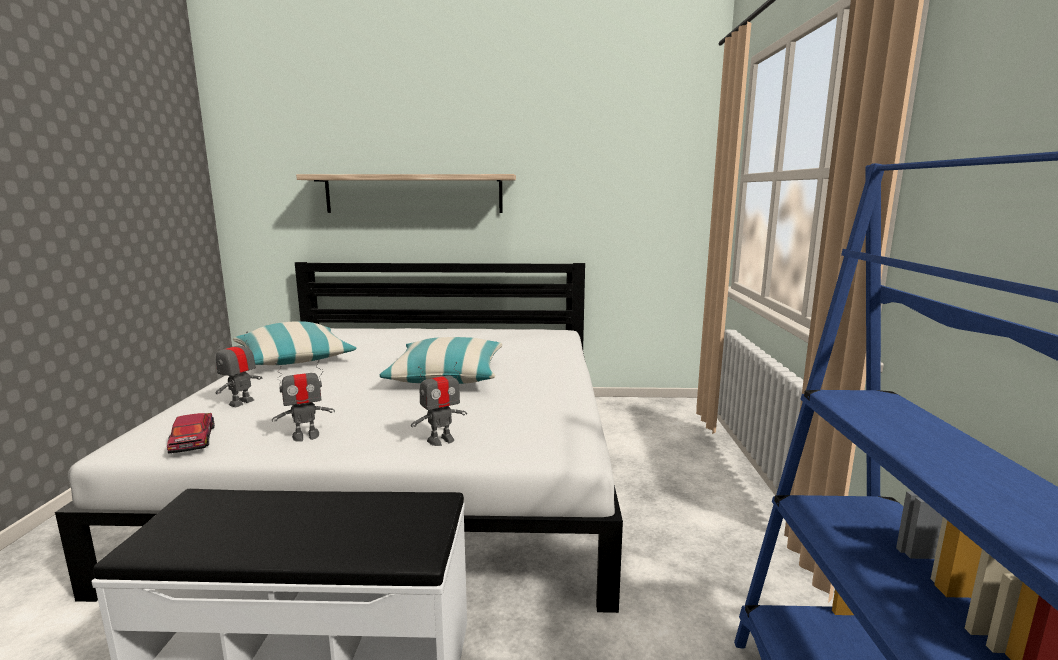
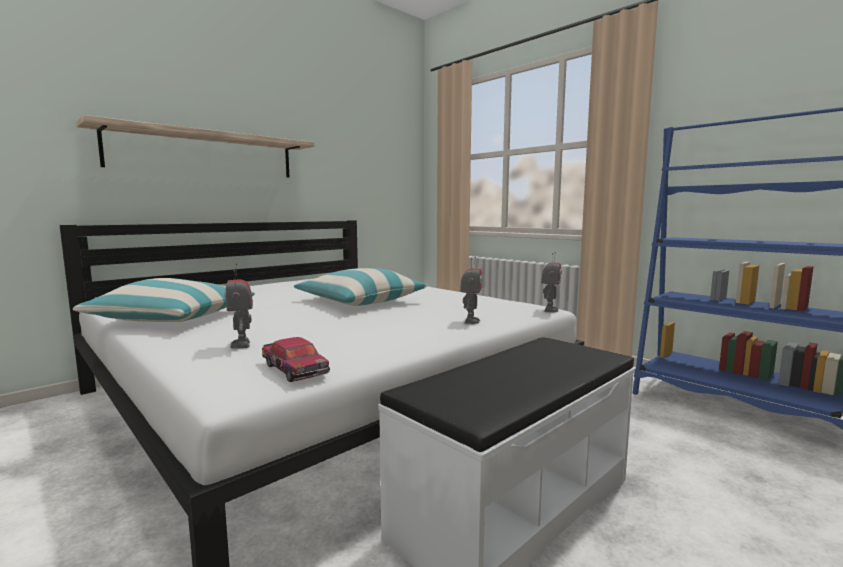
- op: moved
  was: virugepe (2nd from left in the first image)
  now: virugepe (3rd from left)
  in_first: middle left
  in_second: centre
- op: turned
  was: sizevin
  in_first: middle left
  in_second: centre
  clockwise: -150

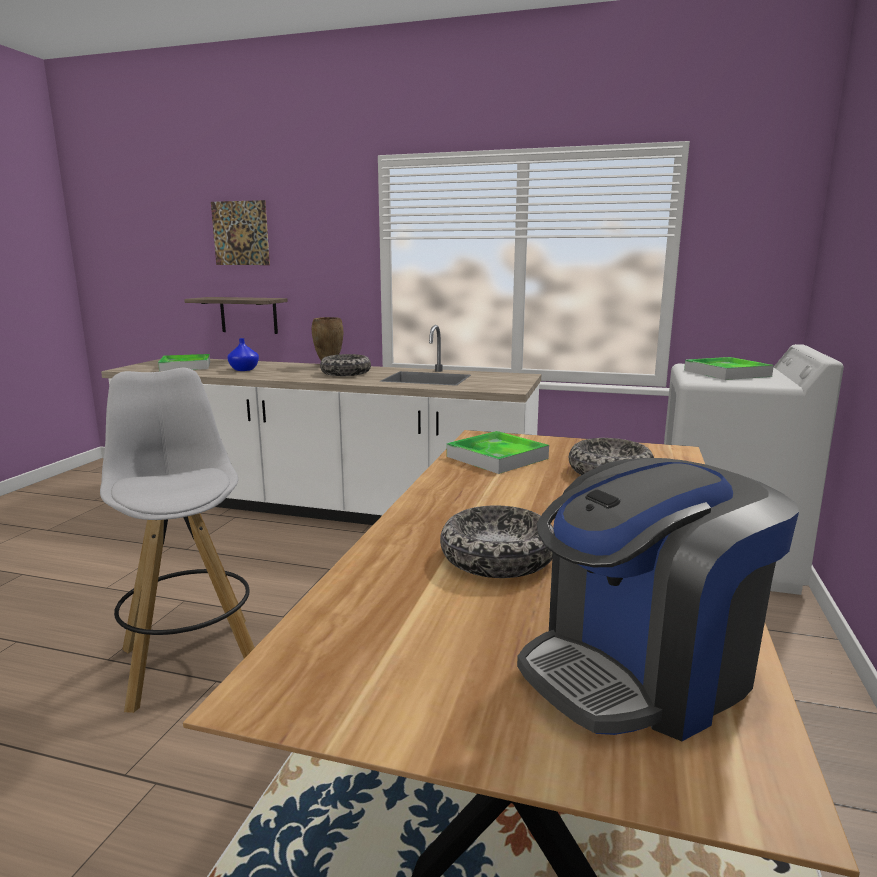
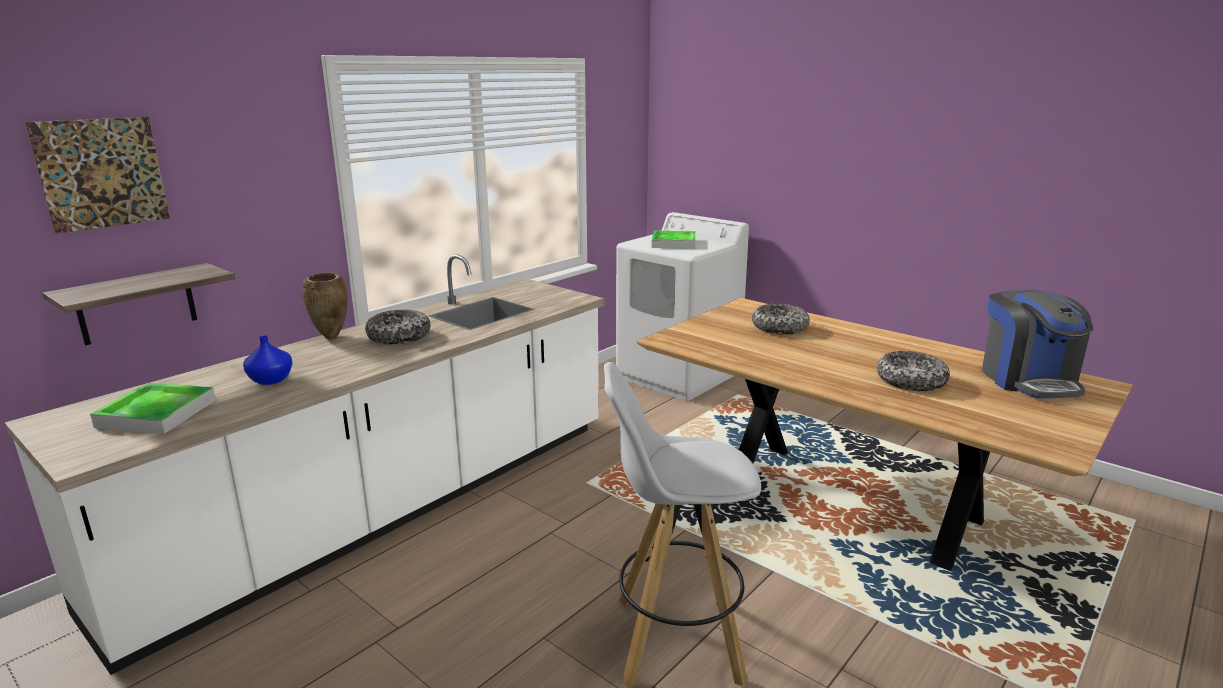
- op: removed
  was: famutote (2nd from left)
  in_first: centre

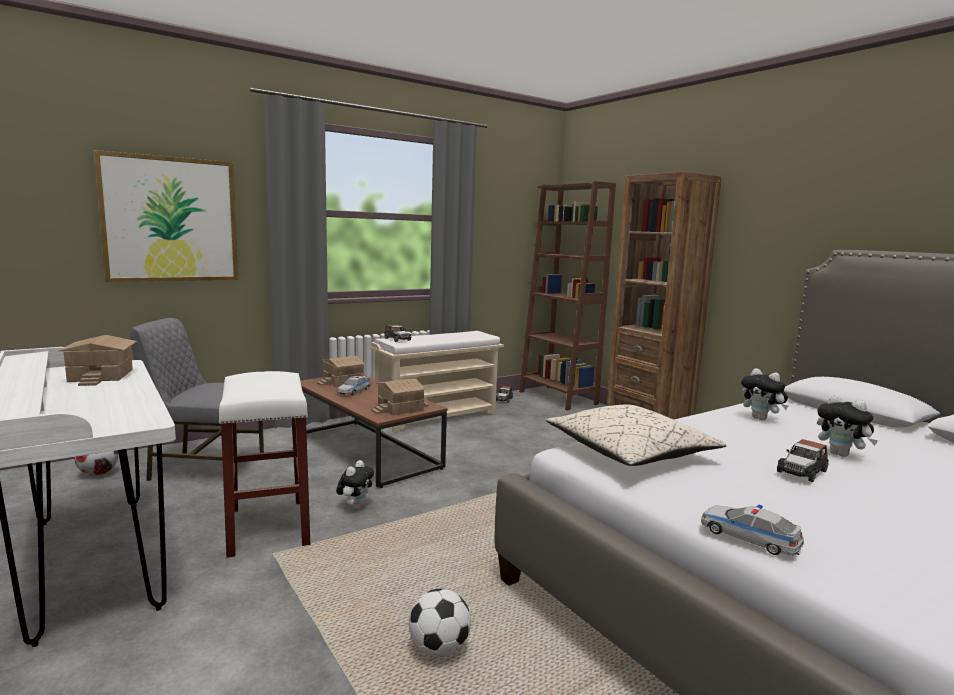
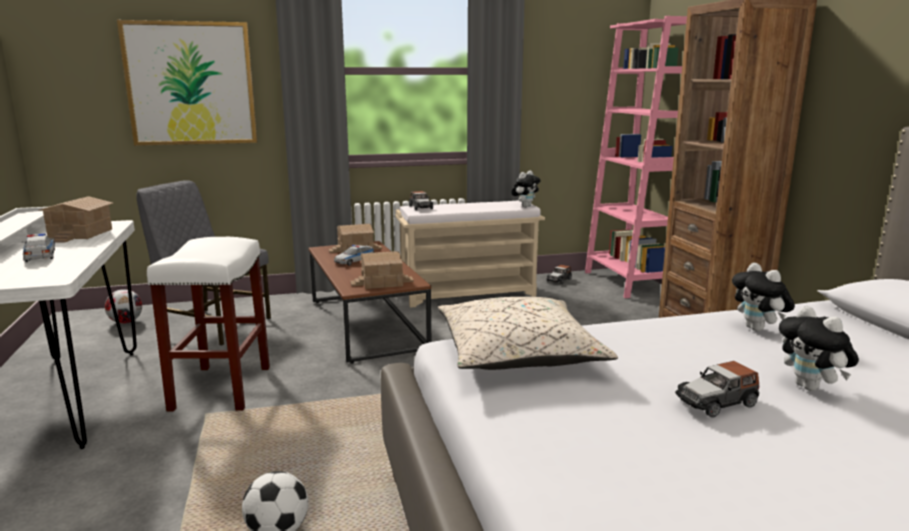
- op: moved
  was: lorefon (1st from left)
  in_first: bottom centre
  in_second: centre
- op: moved
  was: sizevin (4th from left in the first image)
  now: sizevin (1st from left)
  in_first: bottom right
  in_second: middle left
- op: recoloured
  was: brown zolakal (1st from left)
  now: pink zolakal
  in_first: centre
  in_second: top right

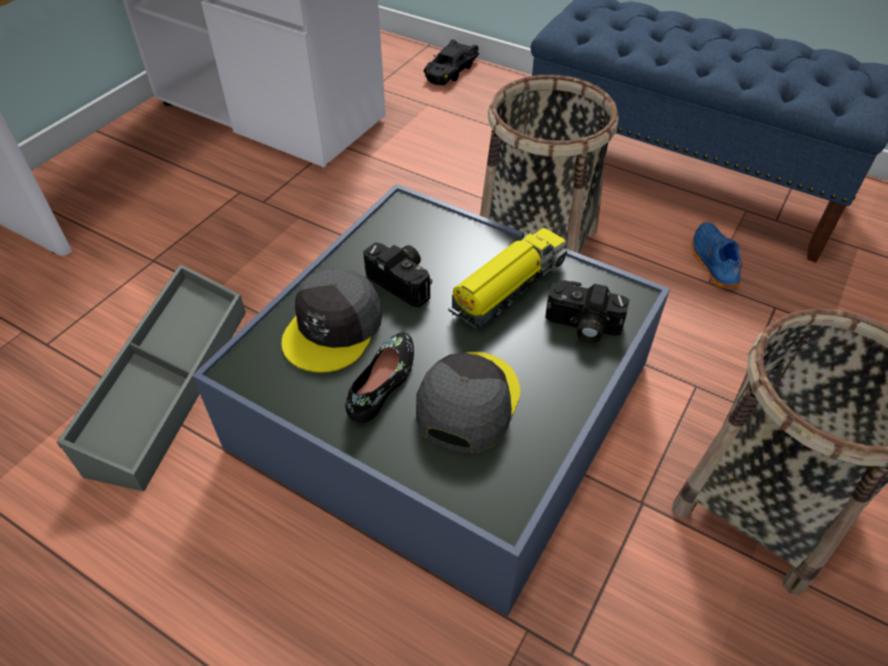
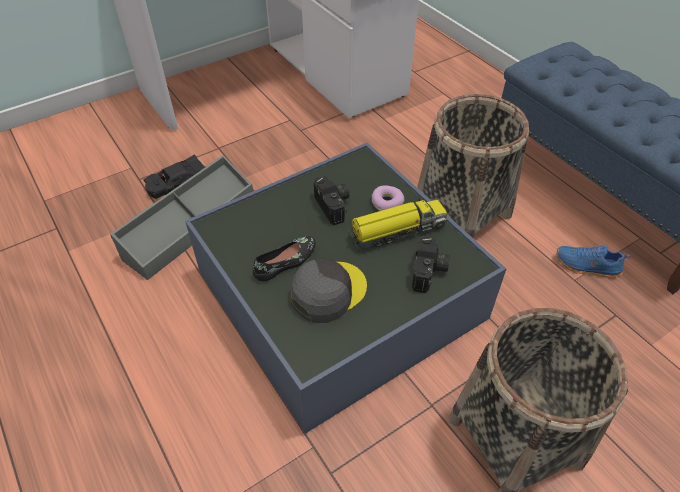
- op: removed
  was: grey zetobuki (1st from left)
  in_first: centre
- op: added
  now: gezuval
  in_second: centre
- op: moved
  was: black sizevin
  in_first: top centre
  in_second: middle left
- op: turned
  was: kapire (2nd from left)
  in_first: centre
  in_second: centre
  clockwise: -120
- op: turned
  was: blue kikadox
  in_first: middle right
  in_second: middle right
  clockwise: -90

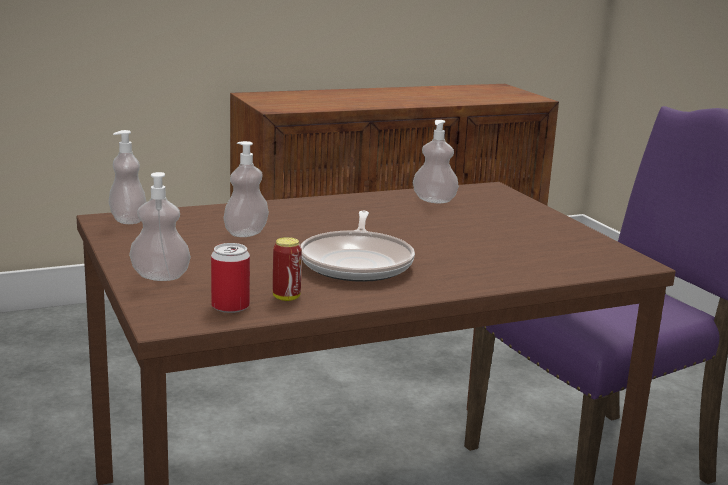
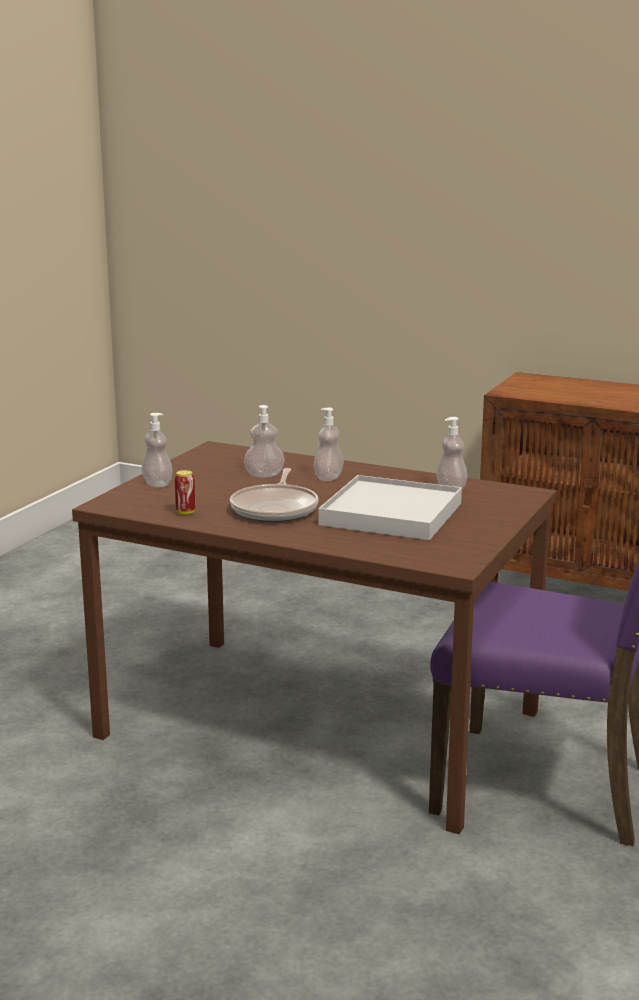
- op: removed
  was: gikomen (1st from left)
  in_first: middle left
- op: added
  now: white famutote
  in_second: centre
- op: moved
  was: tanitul (1st from left in the first image)
  now: tanitul (3rd from left)
  in_first: middle left
  in_second: centre
- op: turned
  was: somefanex
  in_first: centre
  in_second: centre
  clockwise: -45

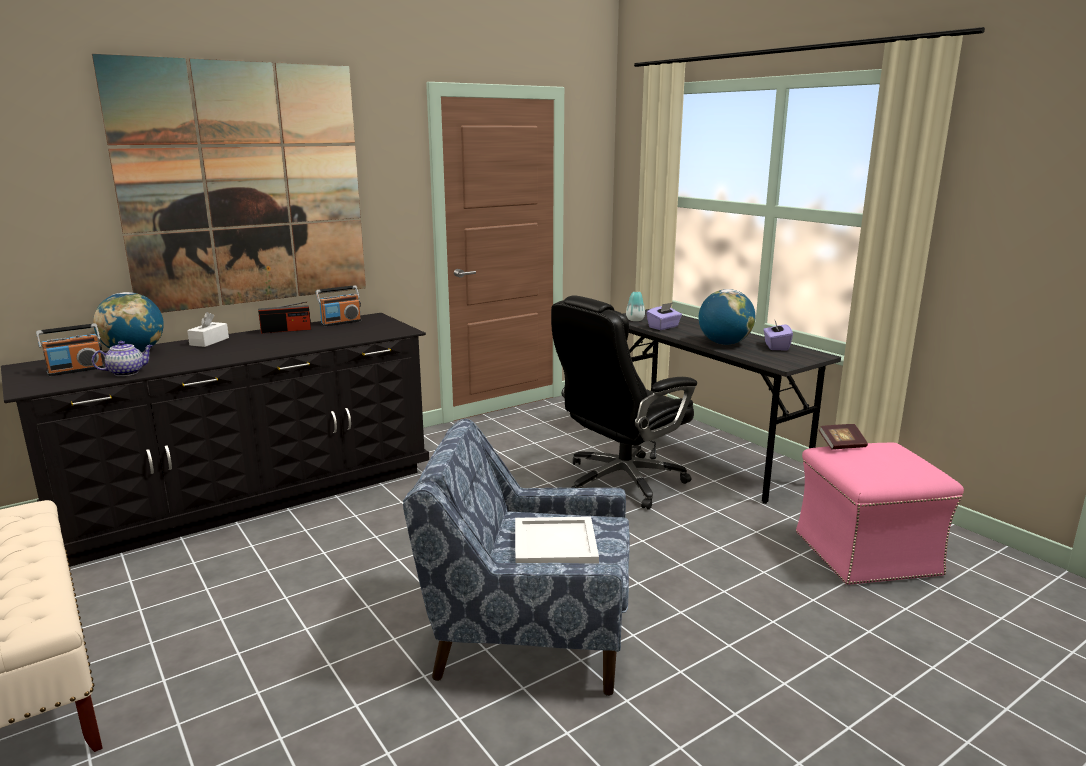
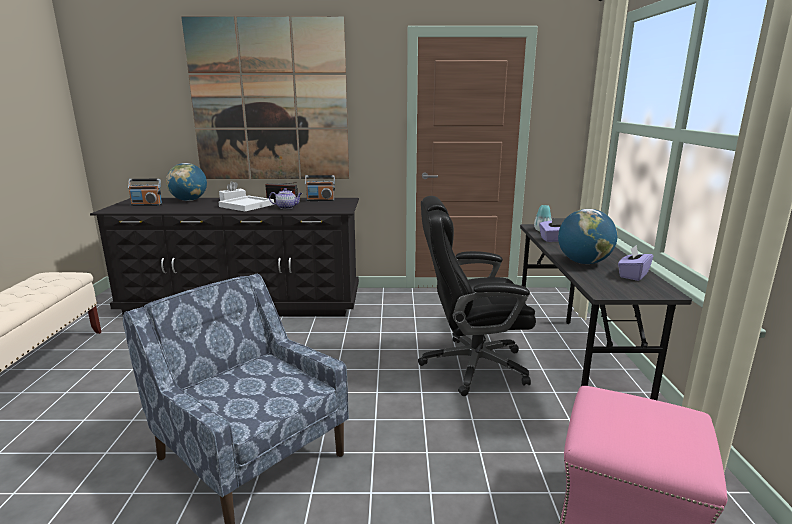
- op: removed
  was: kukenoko
  in_first: middle right
- op: moved
  was: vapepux
  in_first: middle left
  in_second: centre
- op: moved
  was: white famutote
  in_first: bottom centre
  in_second: middle left

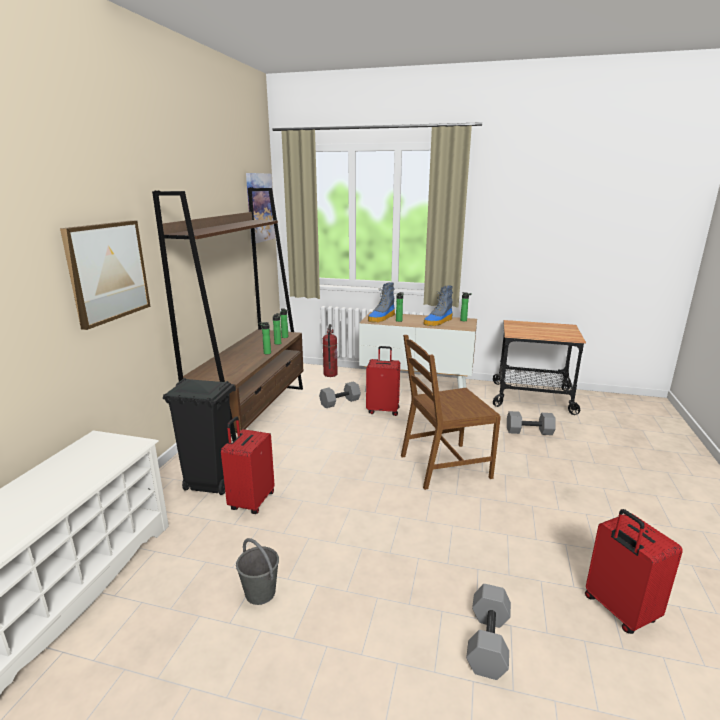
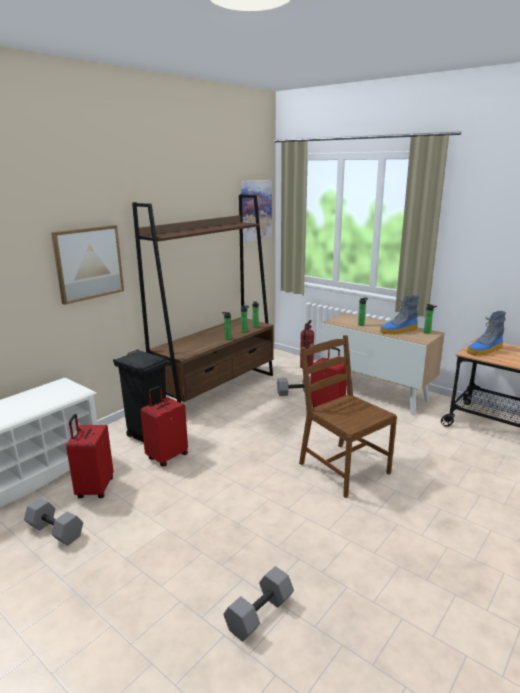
- op: removed
  was: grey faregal
  in_first: bottom centre
- op: moved
  was: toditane (1st from left in the first image)
  now: toditane (2nd from left)
  in_first: centre
  in_second: middle right
- op: moved
  was: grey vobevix (3rd from left in the first image)
  now: grey vobevix (1st from left)
  in_first: middle right
  in_second: bottom left
- op: moved
  was: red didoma (3rd from left in the first image)
  now: red didoma (1st from left)
  in_first: bottom right
  in_second: middle left
- op: turned
  was: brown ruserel
  in_first: centre
  in_second: middle right
  clockwise: 45

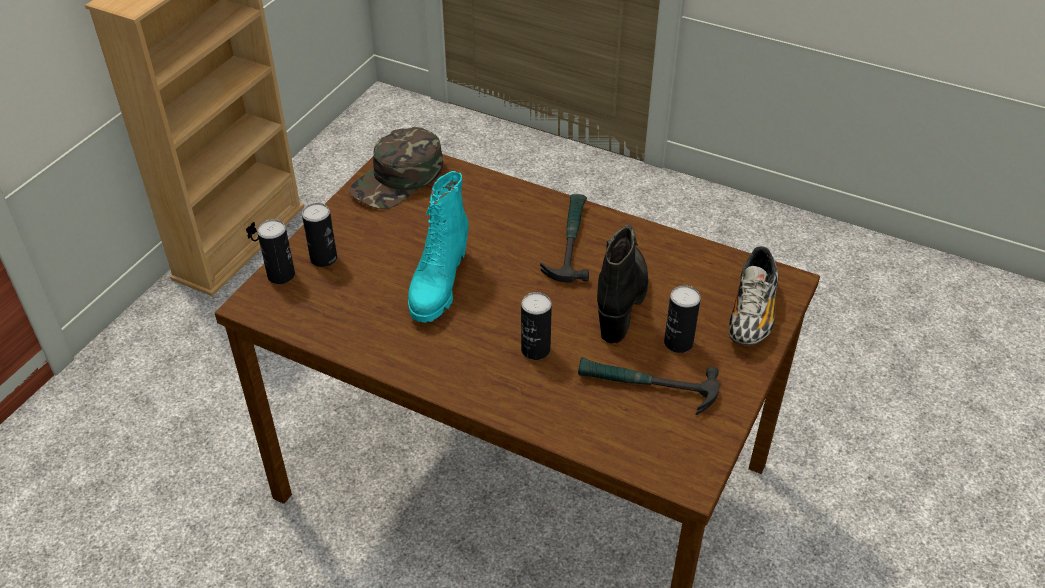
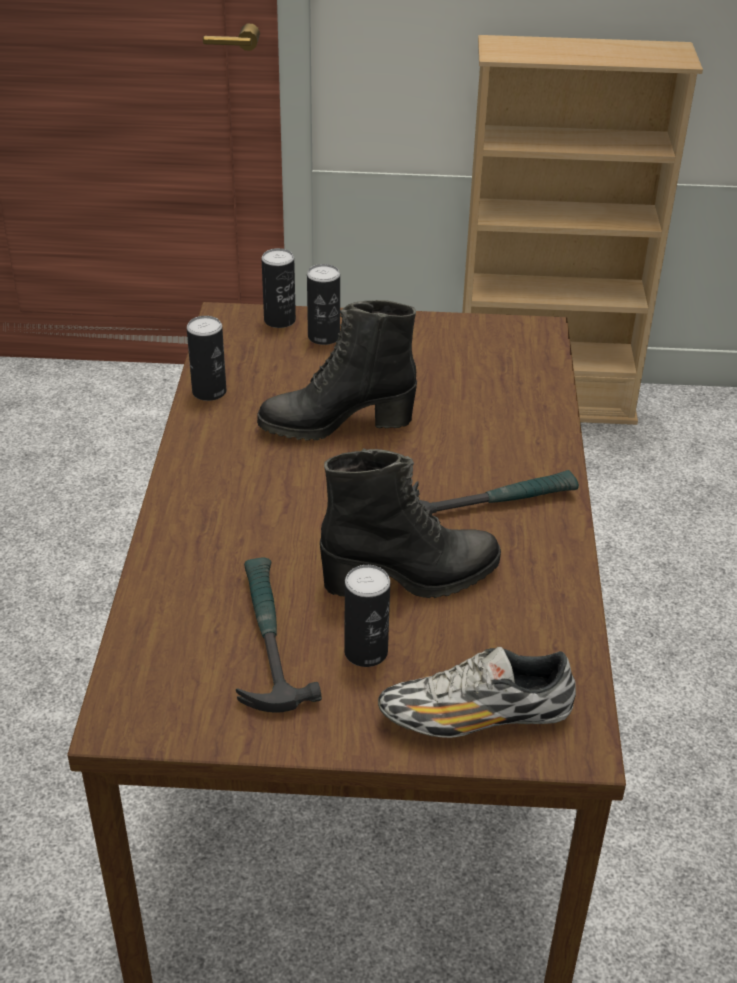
- op: removed
  was: green zetobuki
  in_first: top centre
- op: moved
  was: gikomen (3rd from left in the first image)
  now: gikomen (1st from left)
  in_first: centre
  in_second: middle left
- op: recoloured
  was: turquoise toditane
  now: black toditane (1st from left)
  in_first: centre
  in_second: centre

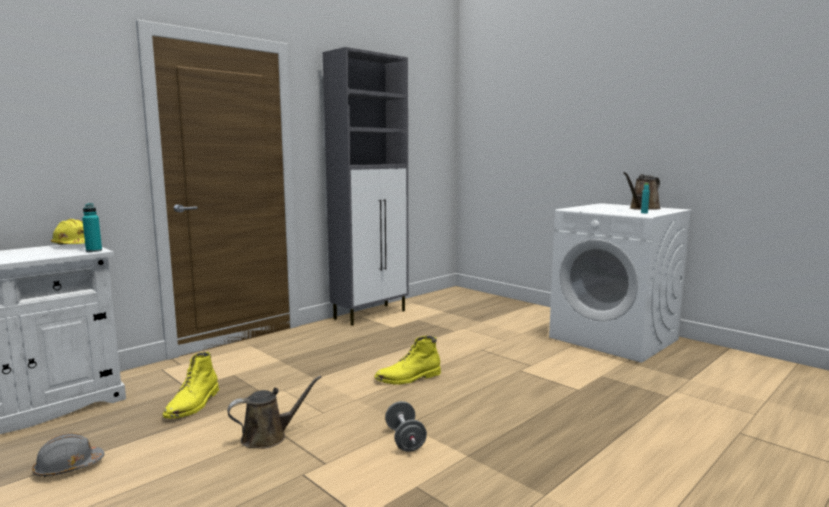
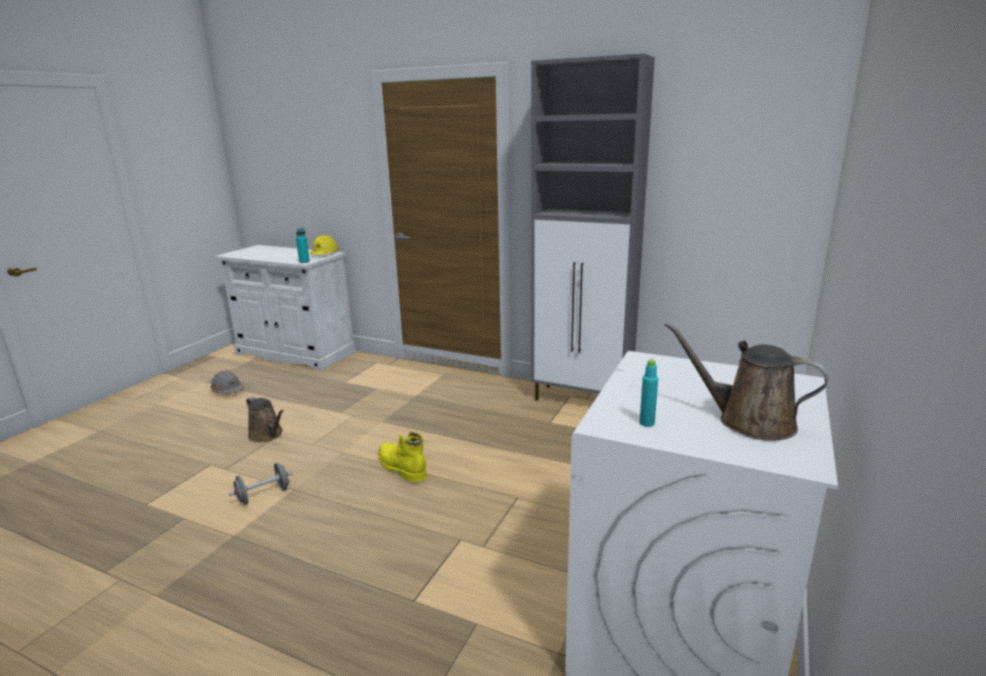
- op: removed
  was: yellow toditane (1st from left)
  in_first: bottom left

